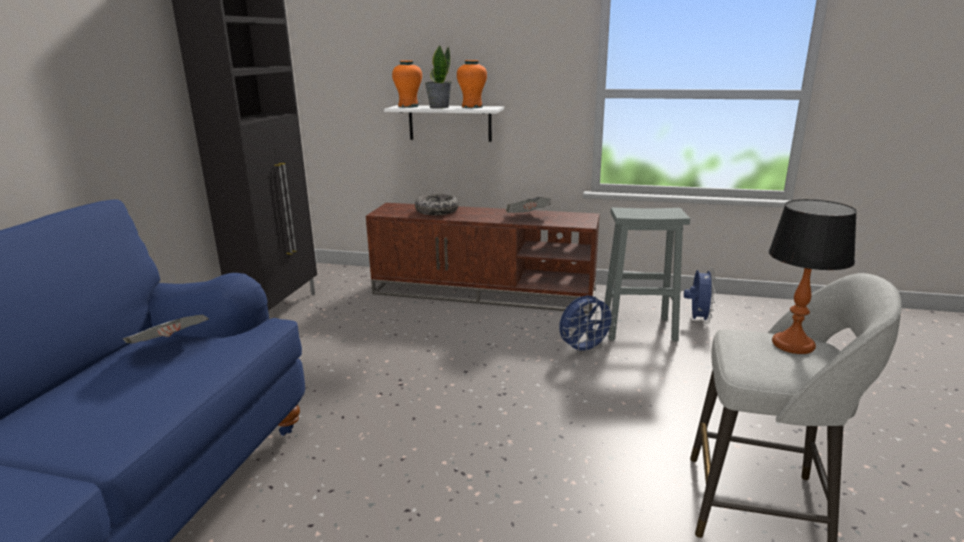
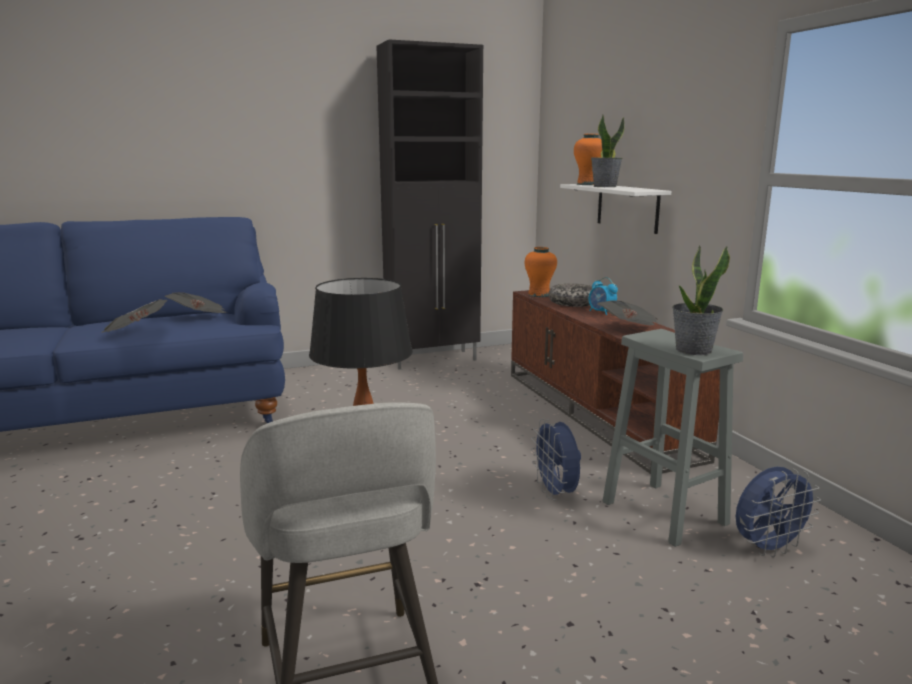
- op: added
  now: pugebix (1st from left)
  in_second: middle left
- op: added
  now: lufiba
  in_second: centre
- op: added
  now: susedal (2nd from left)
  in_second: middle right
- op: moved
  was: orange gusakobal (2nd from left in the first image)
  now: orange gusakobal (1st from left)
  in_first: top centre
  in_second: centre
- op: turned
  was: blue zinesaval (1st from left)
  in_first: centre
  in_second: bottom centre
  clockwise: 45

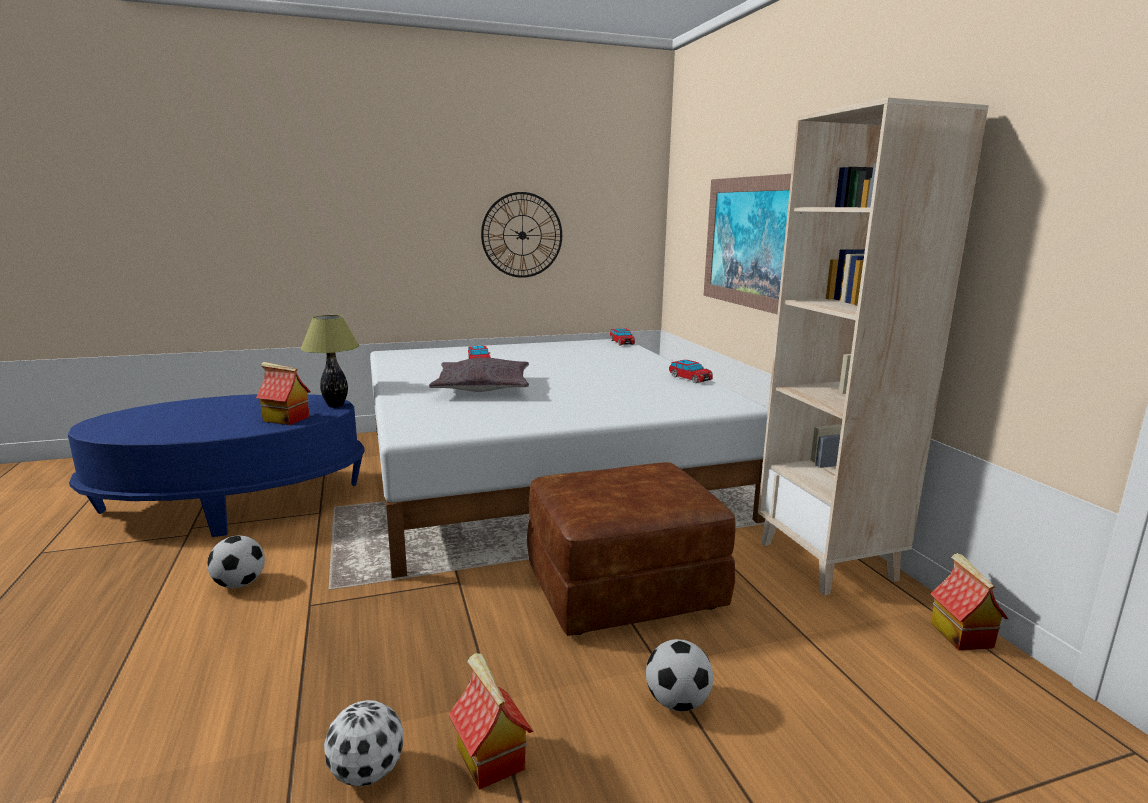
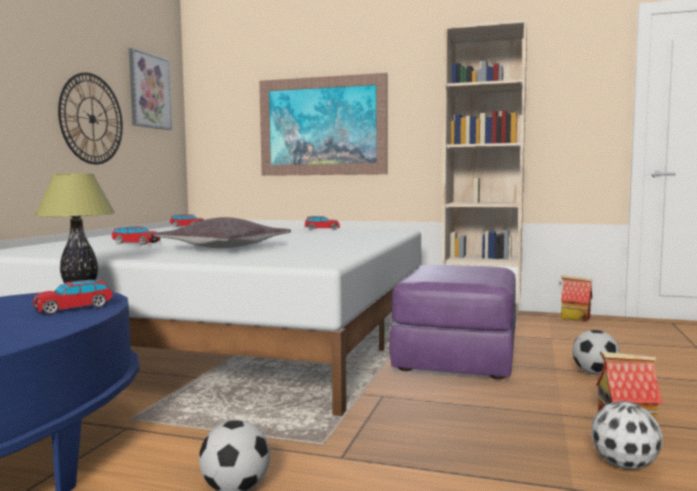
- op: added
  now: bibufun (1st from left)
  in_second: top left
- op: replaced
  was: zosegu (1st from left)
  now: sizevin (1st from left)
  in_first: middle left
  in_second: middle left
- op: recoloured
  was: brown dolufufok
  now: purple dolufufok
  in_first: bottom centre
  in_second: centre

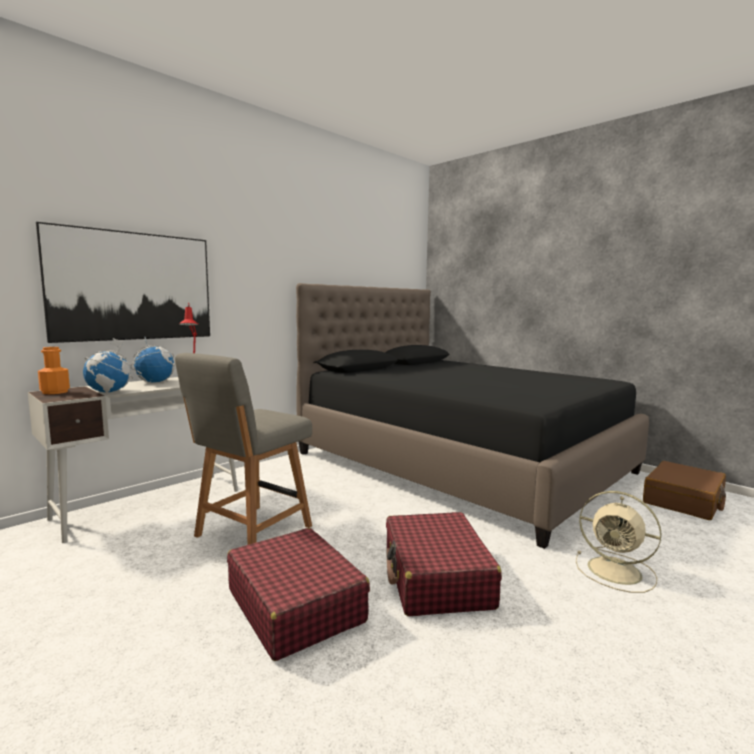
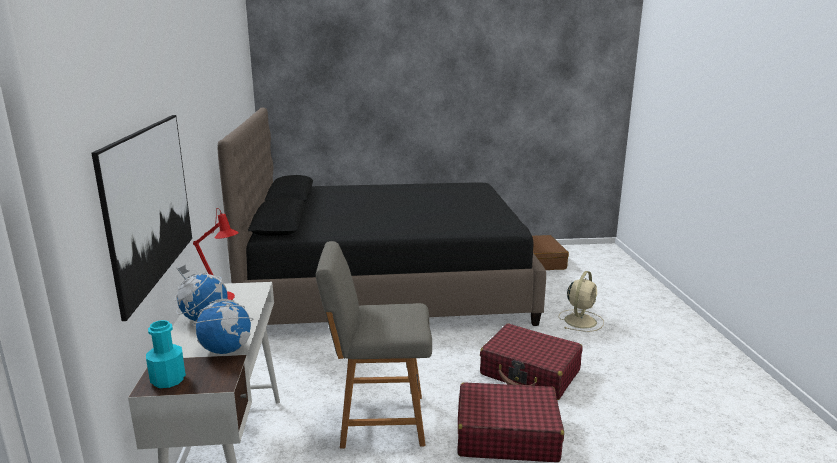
- op: recoloured
  was: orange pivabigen
  now: turquoise pivabigen
  in_first: middle left
  in_second: bottom left
- op: turned
  was: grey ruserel
  in_first: middle left
  in_second: bottom centre
  clockwise: 105
- op: turned
  was: beige zinesaval
  in_first: bottom right
  in_second: middle right
  clockwise: -45

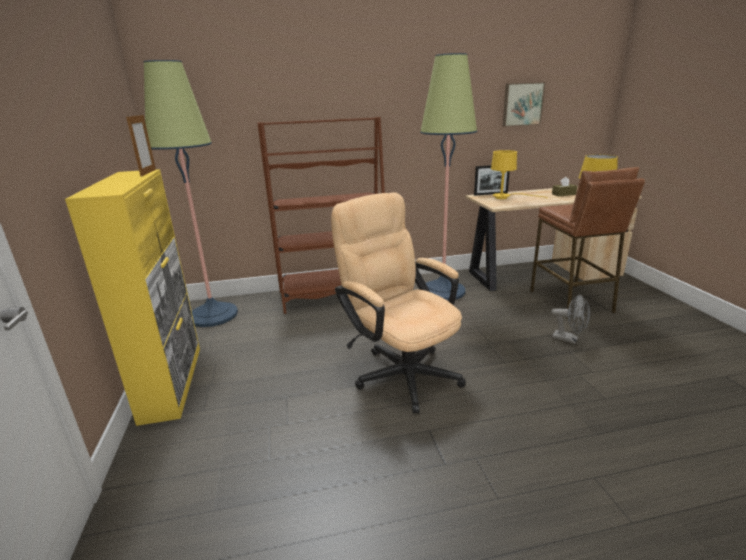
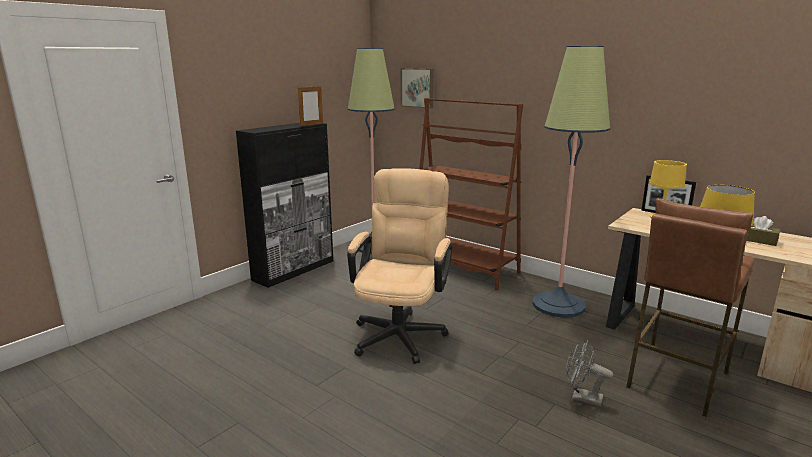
- op: moved
  was: bibufun
  in_first: top right
  in_second: top centre
- op: recoloured
  was: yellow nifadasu
  now: black nifadasu
  in_first: middle left
  in_second: centre
- op: turned
  was: grey zinesaval
  in_first: middle right
  in_second: bottom right
  clockwise: 120

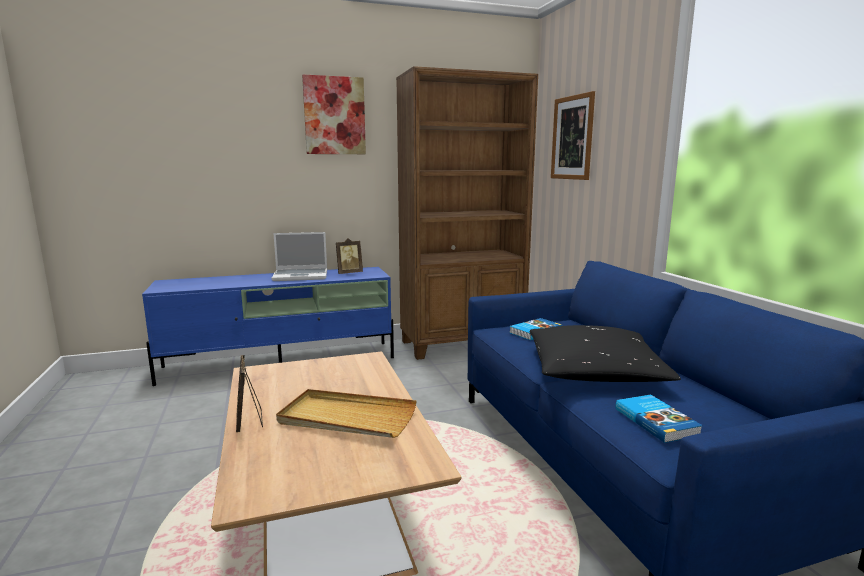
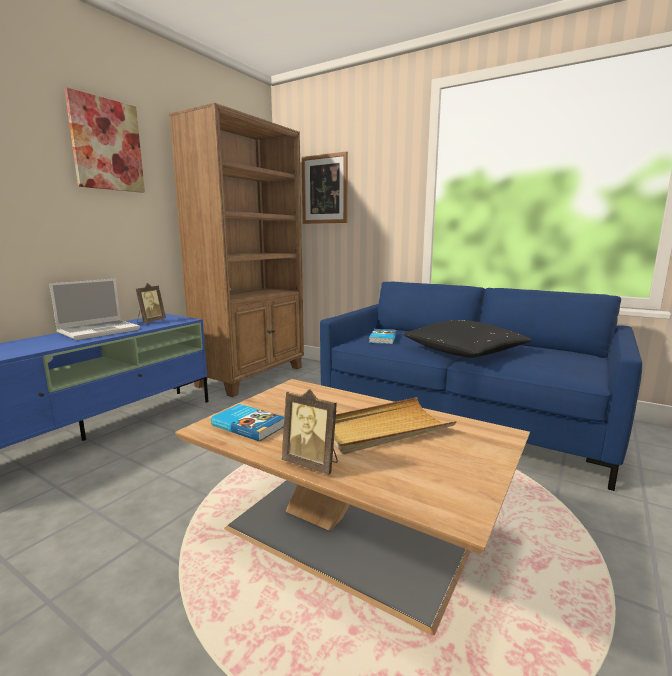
- op: moved
  was: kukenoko (2nd from left in the first image)
  now: kukenoko (1st from left)
  in_first: bottom right
  in_second: centre

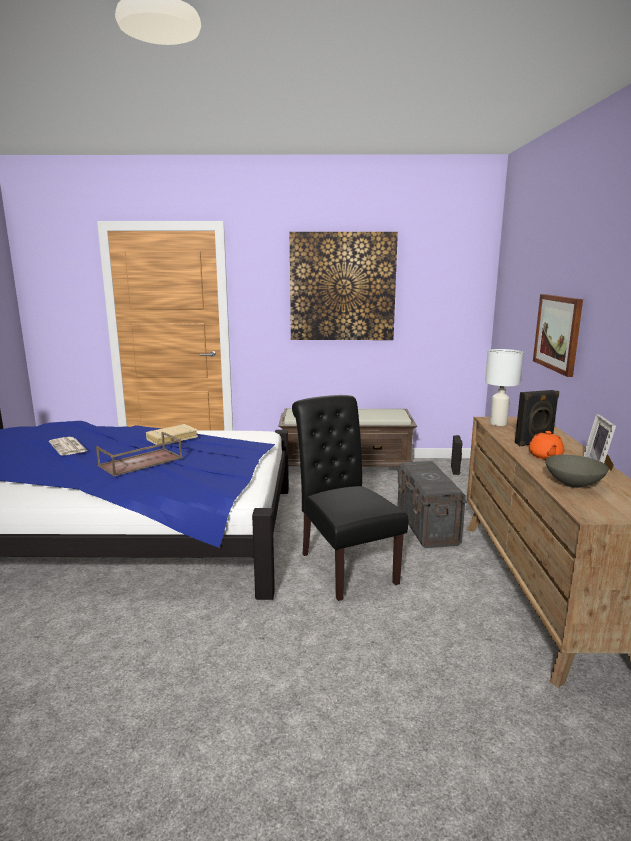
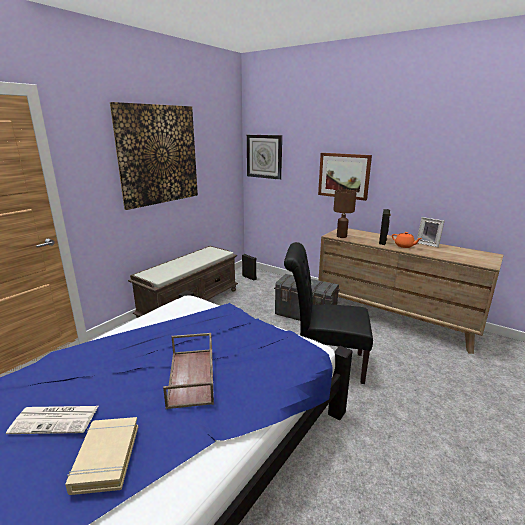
- op: removed
  was: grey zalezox
  in_first: middle right
- op: added
  now: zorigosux
  in_second: top centre
- op: moved
  was: beige kukenoko
  in_first: middle left
  in_second: bottom left
- op: recoloured
  was: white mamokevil
  now: brown mamokevil
  in_first: middle right
  in_second: centre

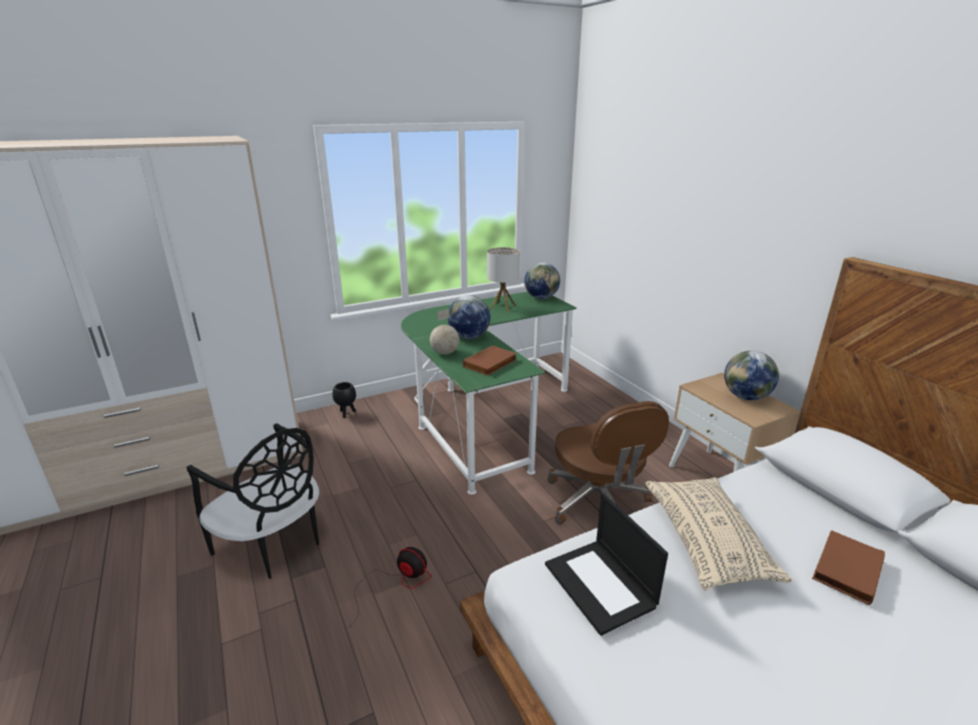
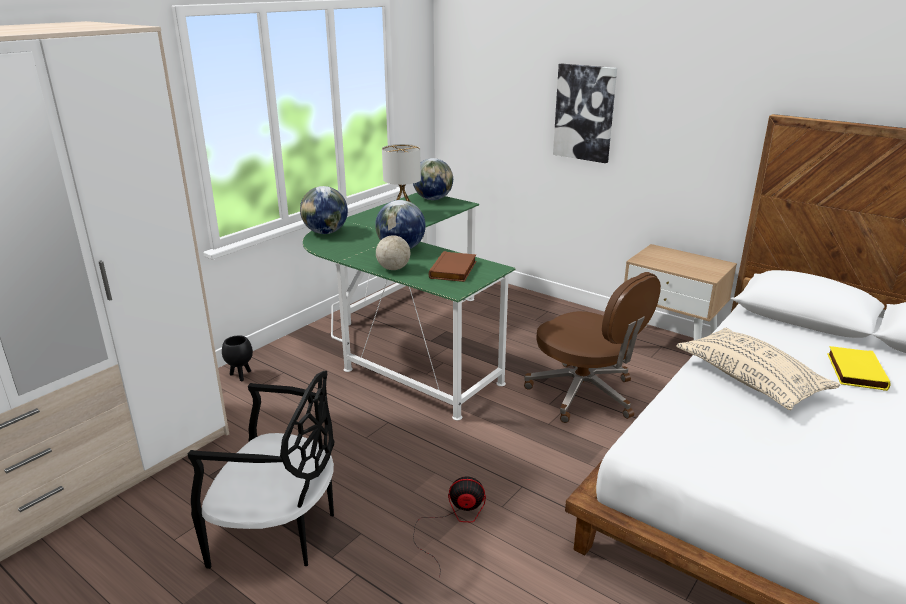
- op: removed
  was: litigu
  in_first: bottom centre
- op: added
  now: bibufun
  in_second: top centre
- op: moved
  was: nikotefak (4th from left in the first image)
  now: nikotefak (1st from left)
  in_first: middle right
  in_second: centre
- op: recoloured
  was: brown kukenoko (2nd from left)
  now: yellow kukenoko
  in_first: bottom right
  in_second: middle right

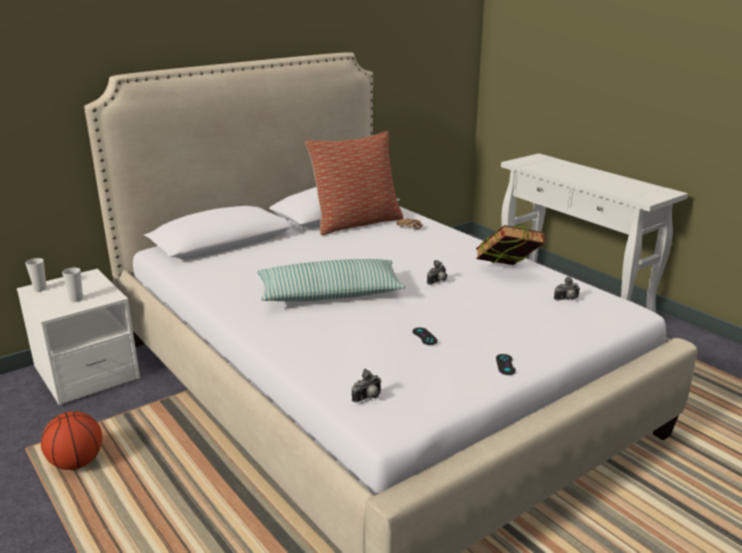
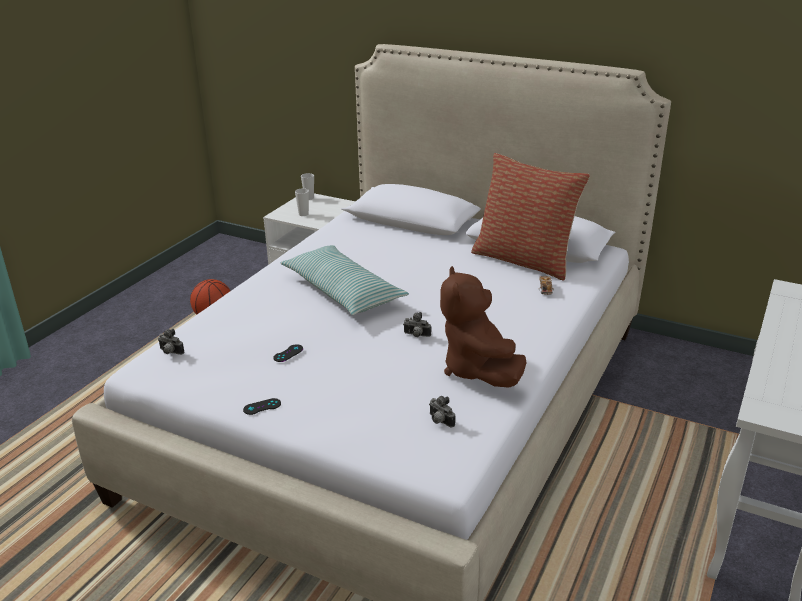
- op: replaced
  was: kukenoko
  now: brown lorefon
  in_first: middle right
  in_second: centre

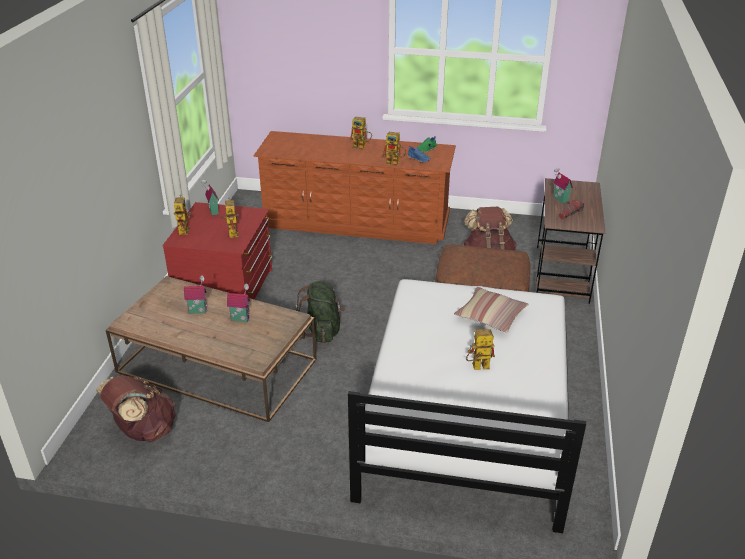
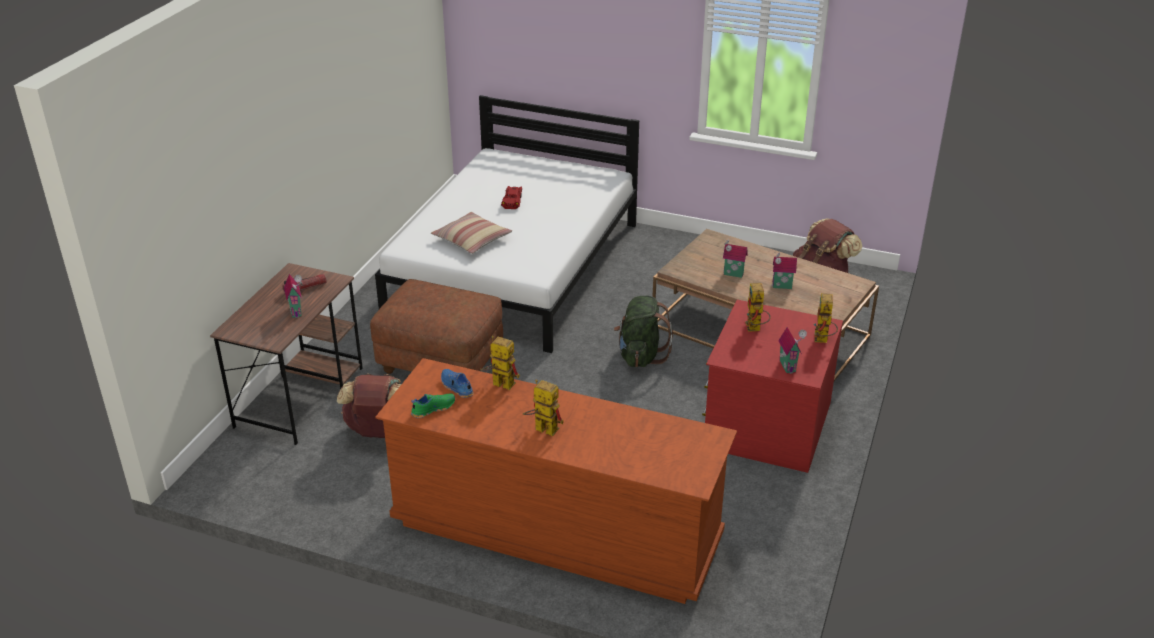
- op: replaced
  was: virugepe (5th from left)
  now: red sizevin
  in_first: centre
  in_second: top centre

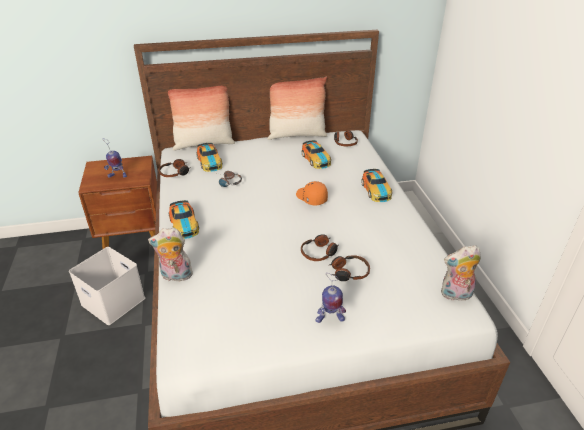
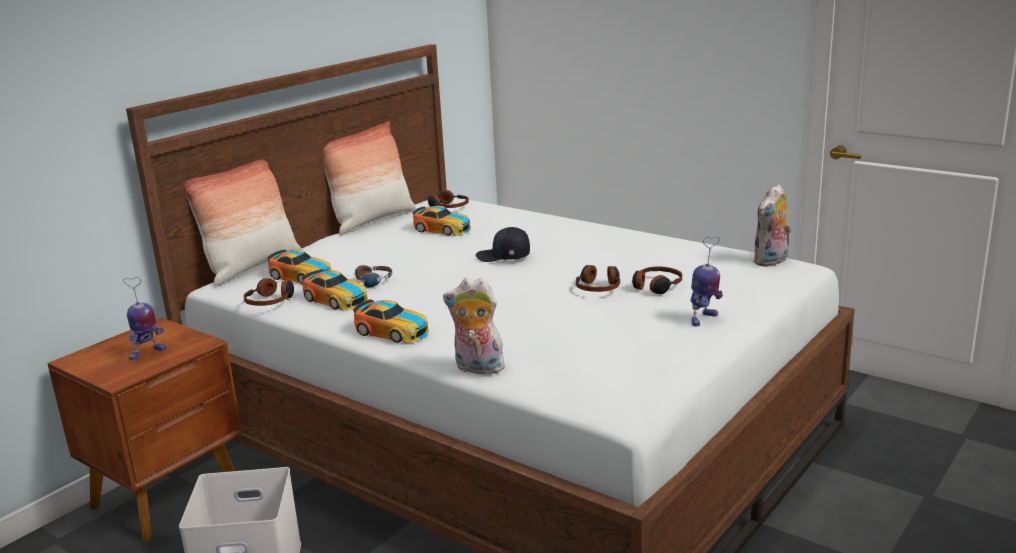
- op: moved
  was: sizevin (4th from left in the first image)
  now: sizevin (2nd from left)
  in_first: centre
  in_second: middle left
- op: recoloured
  was: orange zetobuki
  now: black zetobuki
  in_first: centre
  in_second: centre
- op: turned
  was: lorefon (1st from left)
  in_first: middle left
  in_second: centre
  clockwise: 60

